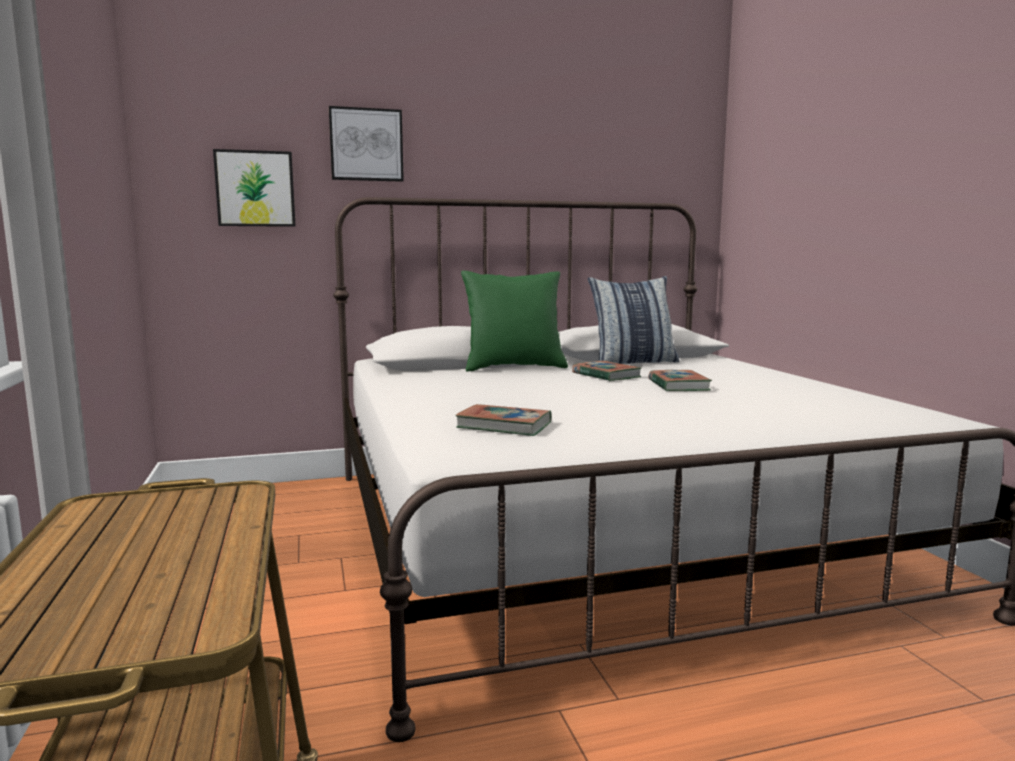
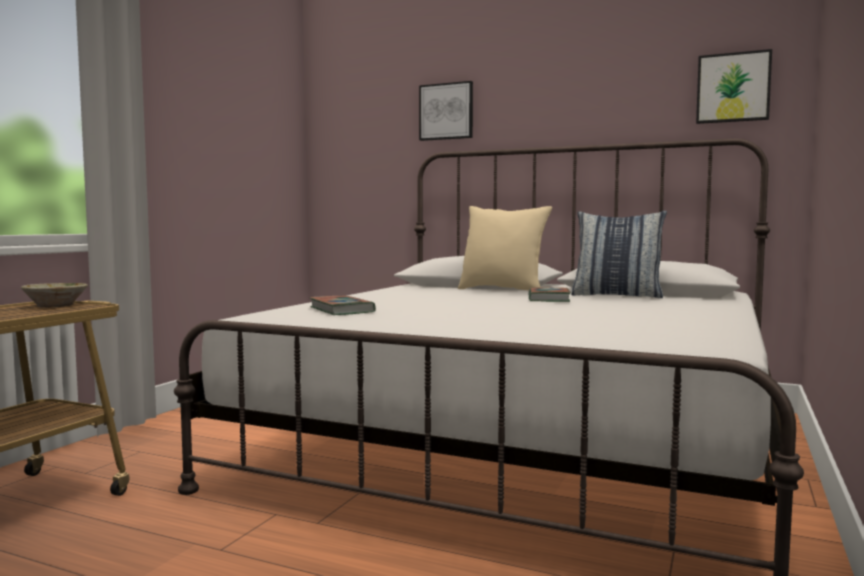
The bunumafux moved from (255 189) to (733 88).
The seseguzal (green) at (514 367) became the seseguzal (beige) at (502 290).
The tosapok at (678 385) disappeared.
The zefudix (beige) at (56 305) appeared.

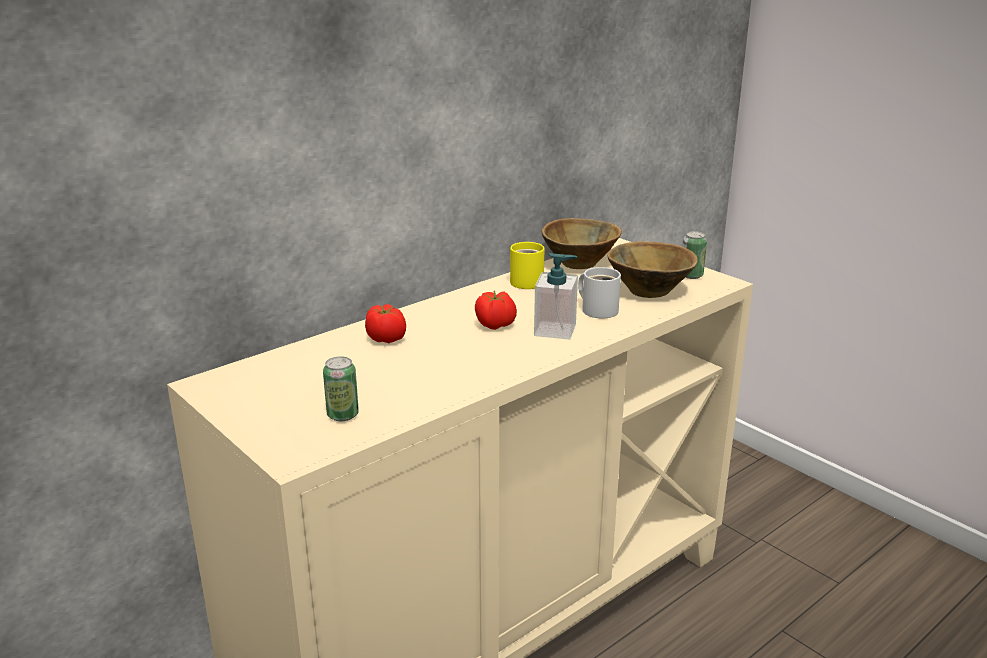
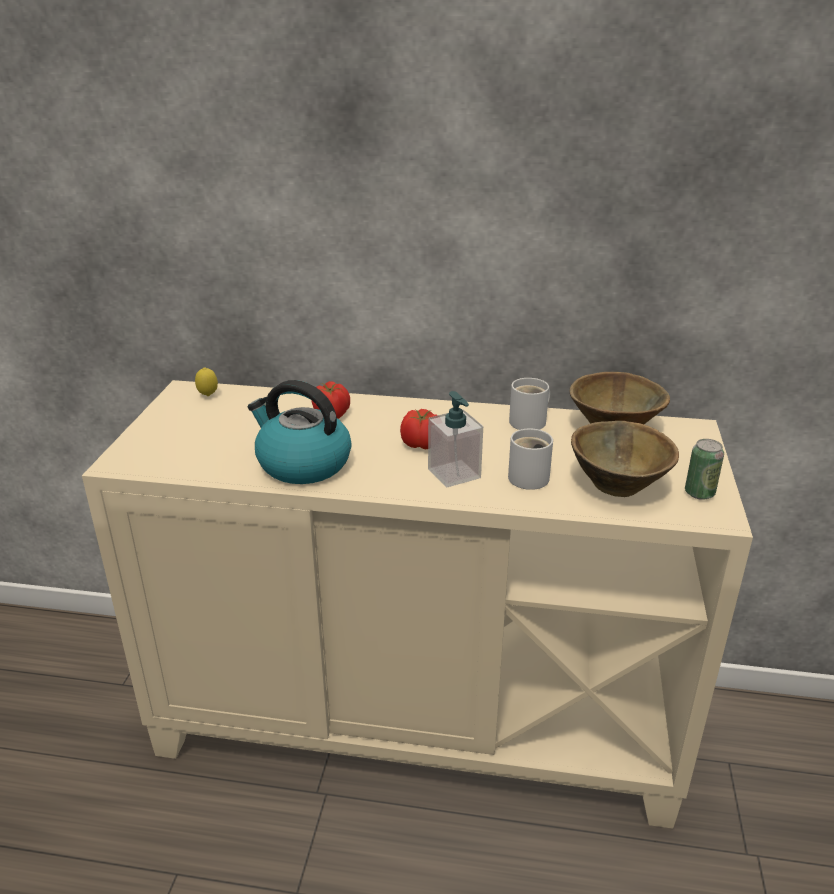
The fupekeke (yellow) at (527 281) became the fupekeke (white) at (531 421).
The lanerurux at (342 415) disappeared.
The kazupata at (208 396) appeared.
The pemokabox at (302 464) appeared.

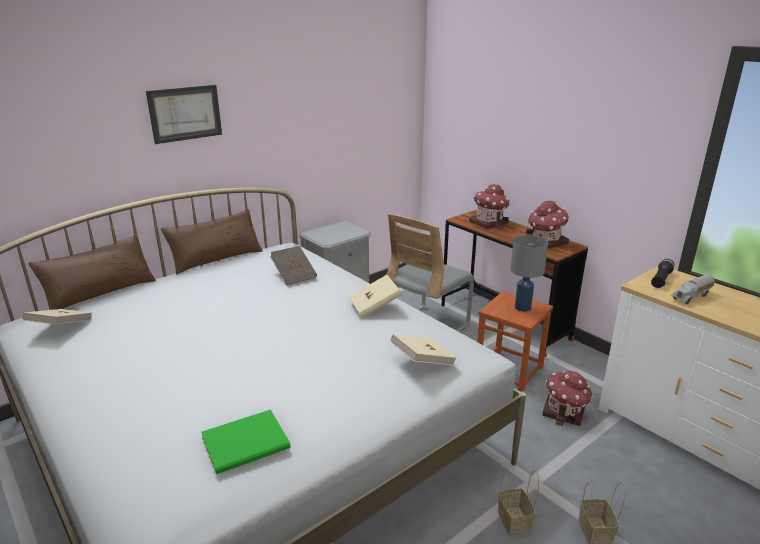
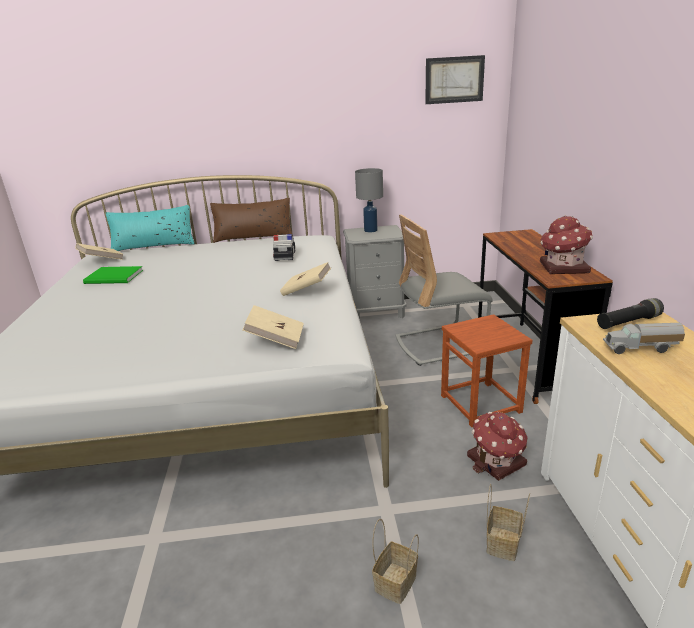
The bunumafux moved from (185 113) to (454 80).
The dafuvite at (489 222) disappeared.
The seseguzal (brown) at (100 293) became the seseguzal (turquoise) at (154 245).
The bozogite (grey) moved from (522 307) to (371 230).
The tosapok (brown) at (294 274) was replaced by the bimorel at (285 256).
The tosapok (green) moved from (248 443) to (115 277).
The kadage moved from (515 521) to (503 544).

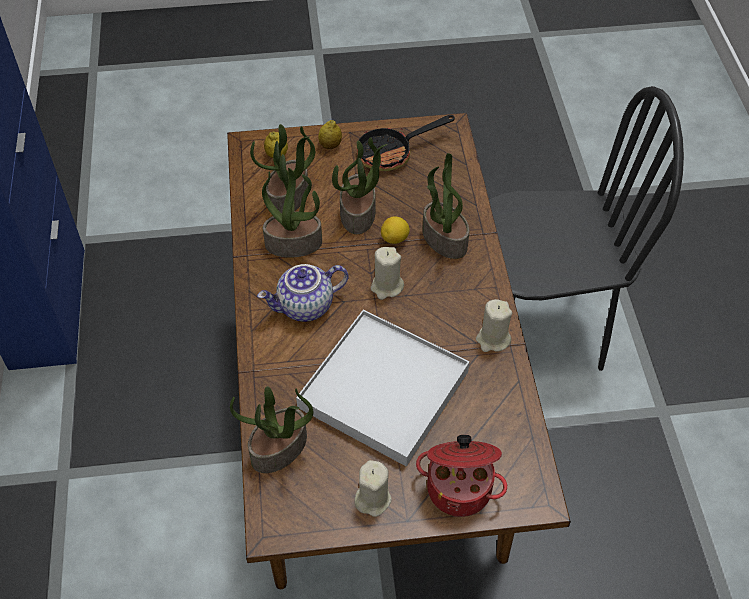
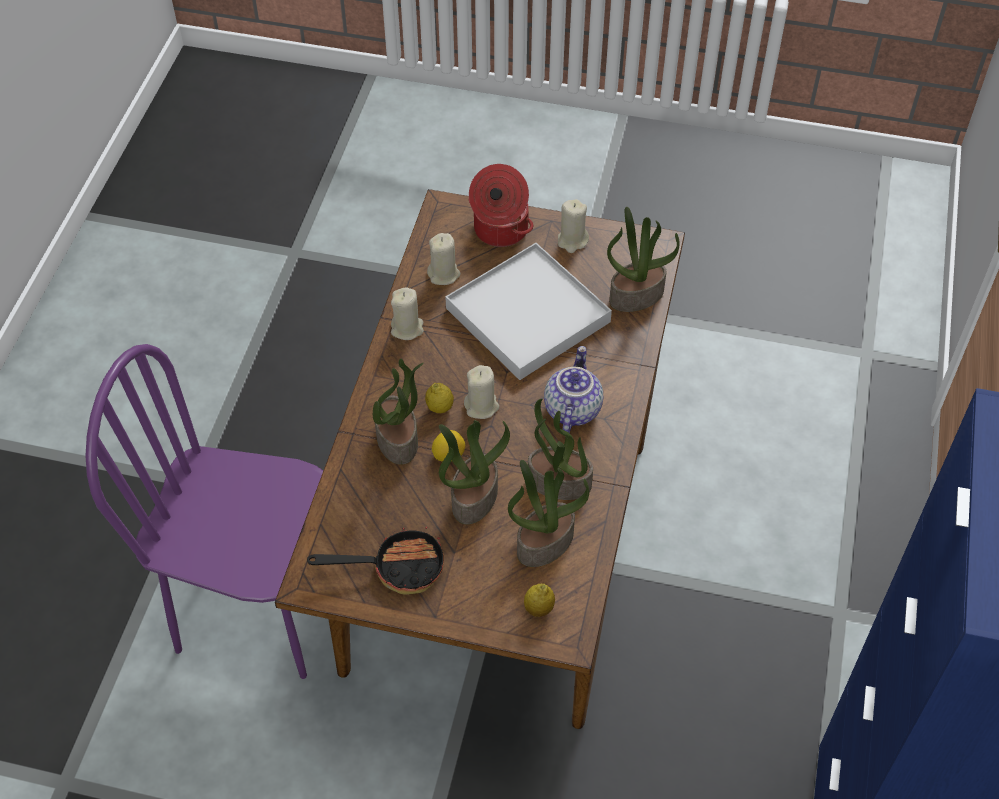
The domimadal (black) at (538 330) became the domimadal (purple) at (261 610).
The kazupata moved from (330 145) to (440 407).
The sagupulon at (305 307) turned 75 degrees counterclockwise.
The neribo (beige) at (444 274) appeared.

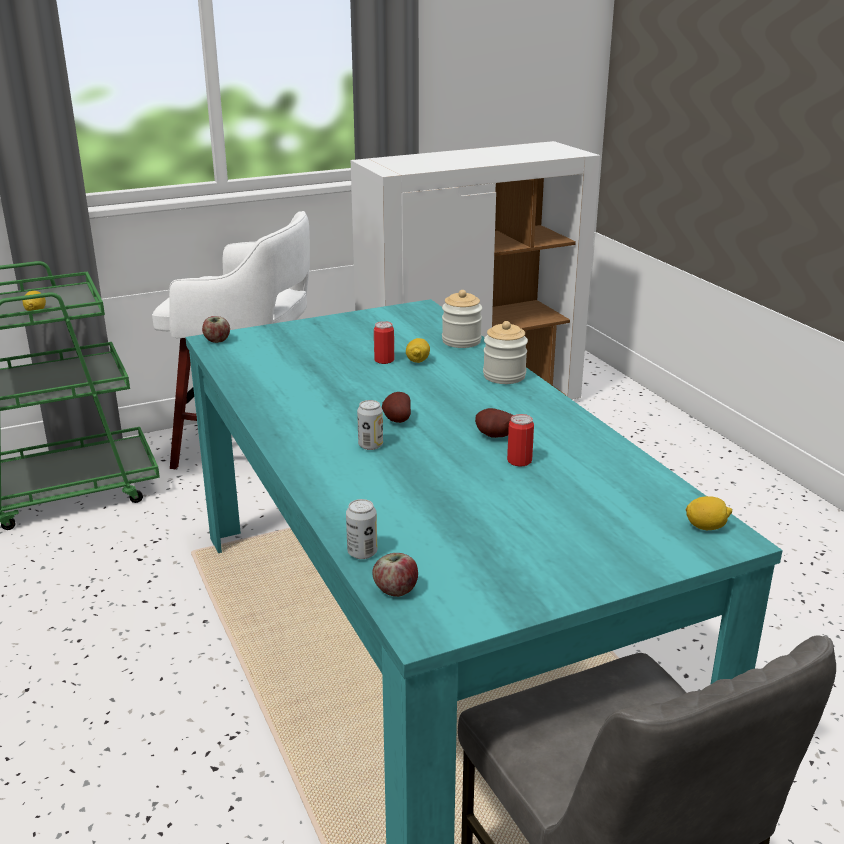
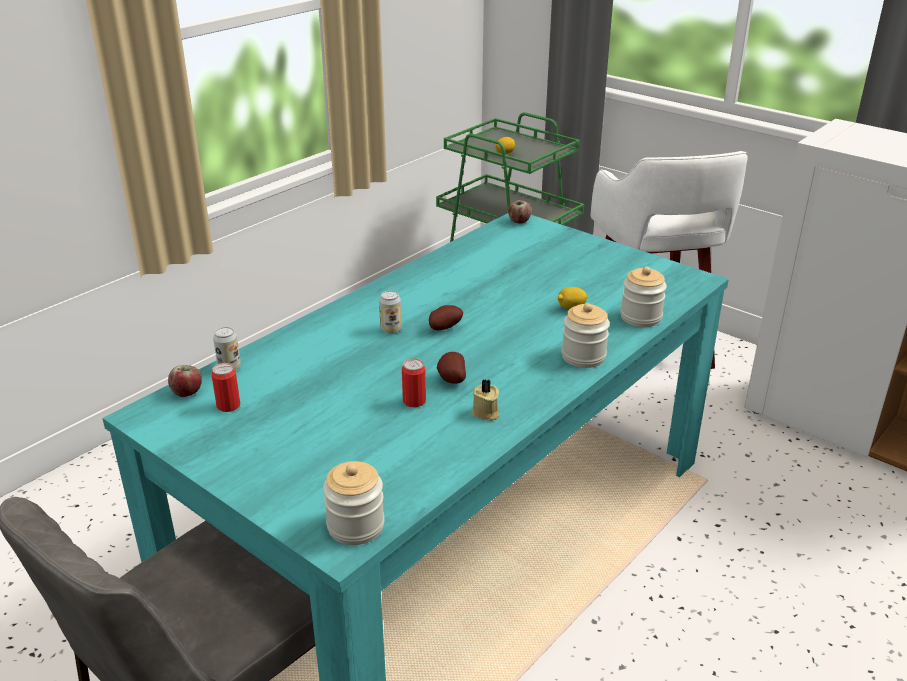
The lanerurux moved from (384 360) to (228 405).
The kazupata at (706 527) was replaced by the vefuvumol at (355 526).
The neribo (beige) at (486 413) appeared.

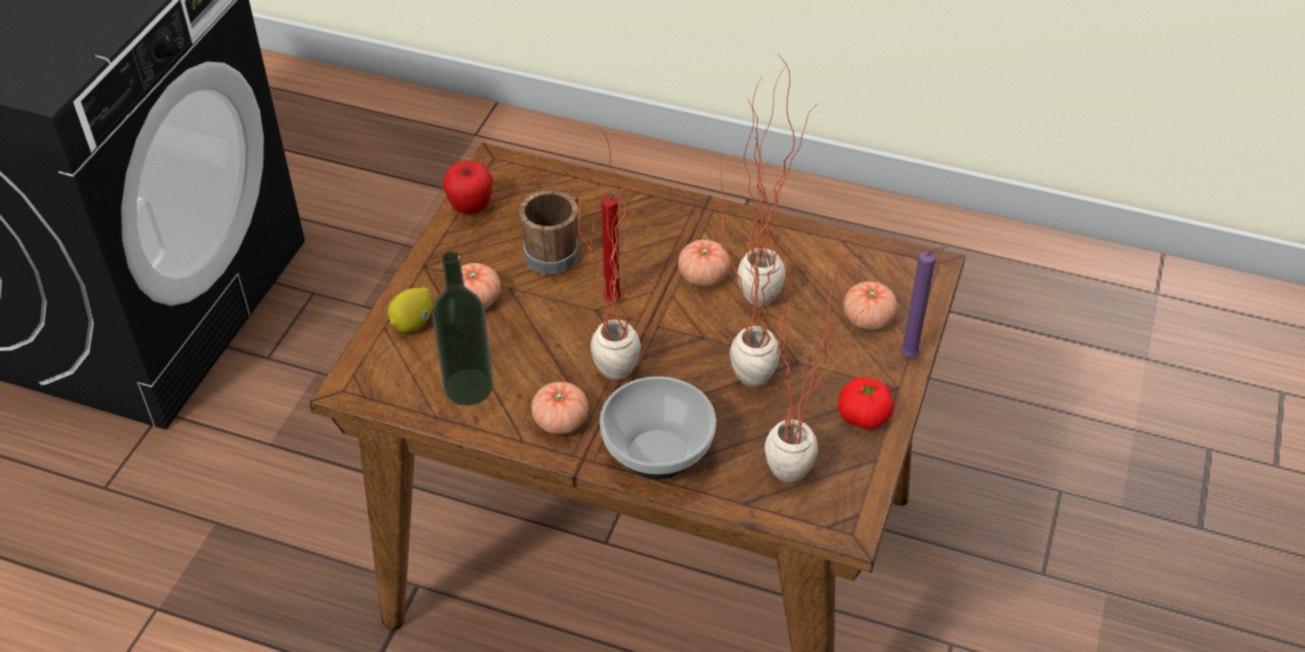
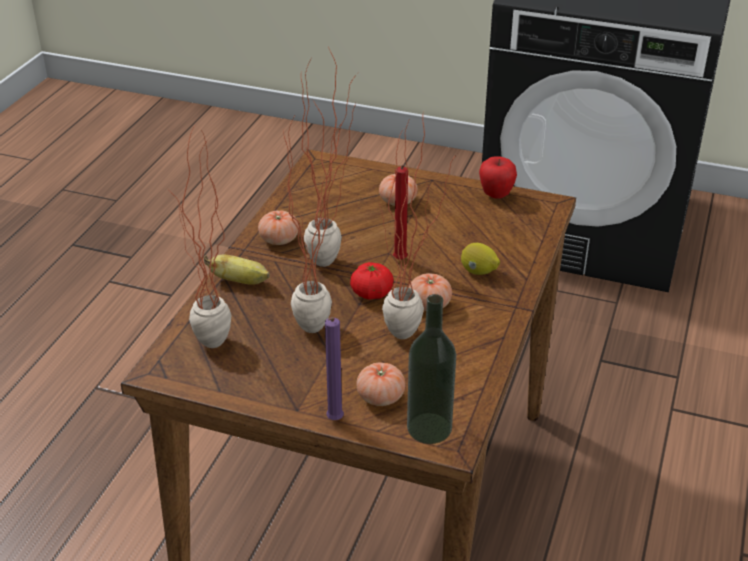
The fupekeke (brown) at (555 252) disappeared.
The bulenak moved from (468 387) to (429 428).
The kazupata moved from (413 323) to (478 272).
The zefudix at (658 456) was replaced by the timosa at (240 281).
The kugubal moved from (863 416) to (371 293).

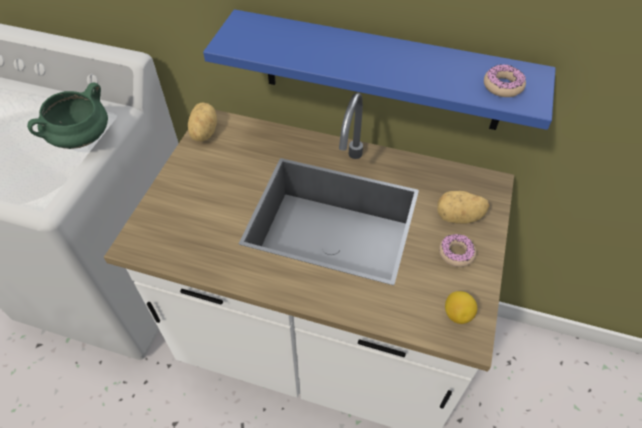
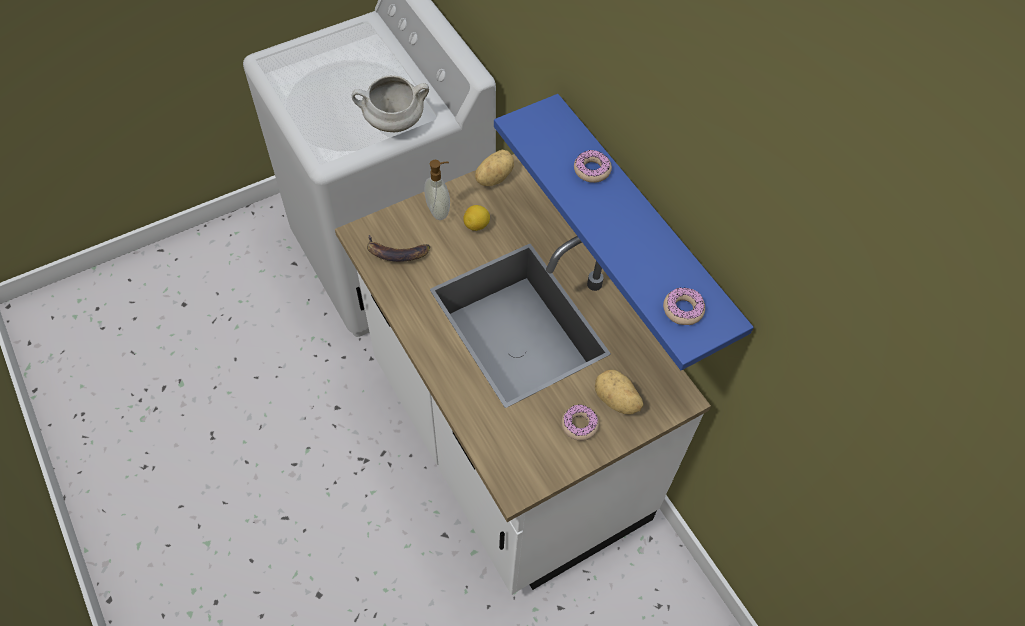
The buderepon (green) at (81 140) became the buderepon (white) at (393 123).
The kazupata moved from (457 314) to (477 225).
The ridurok at (592 170) appeared.
The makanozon at (439 210) appeared.
The timosa at (396 253) appeared.

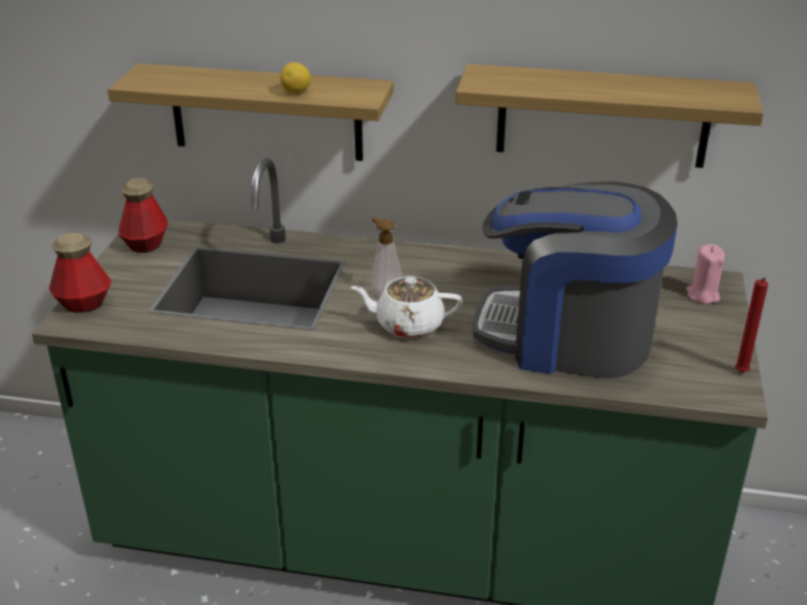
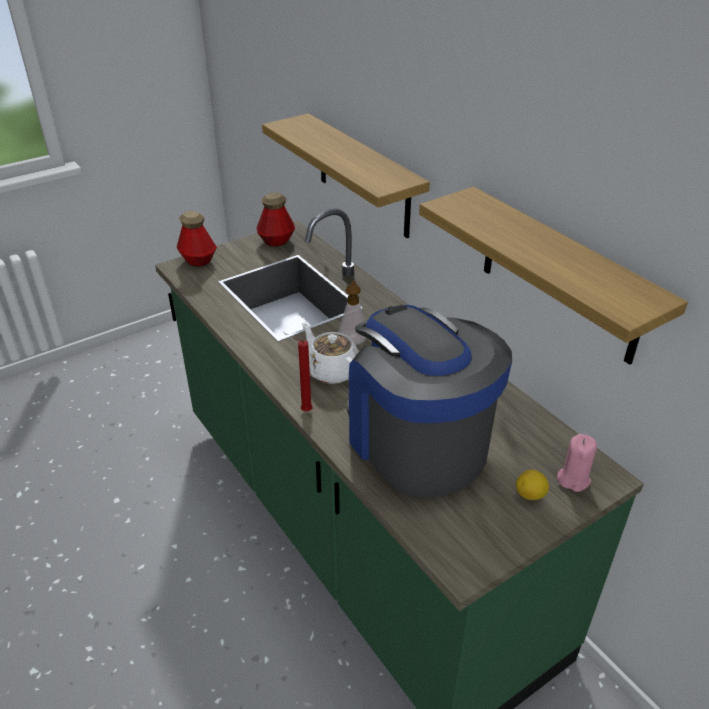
The kazupata moved from (296 92) to (530 495).
The neribo (red) moved from (740 374) to (304 411).

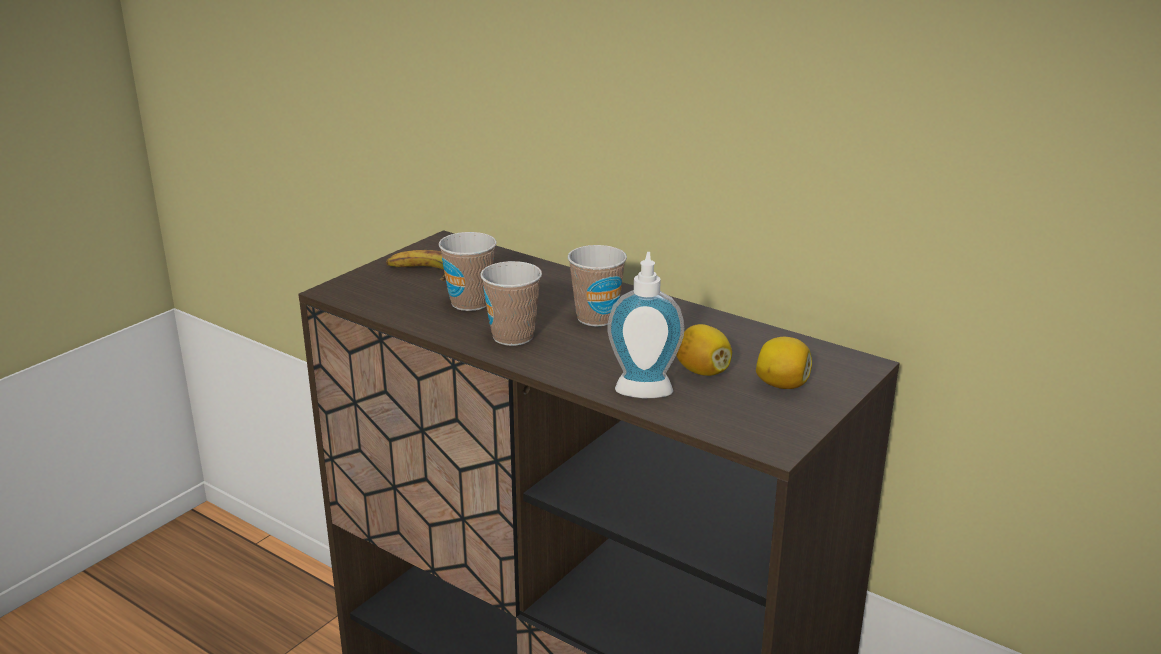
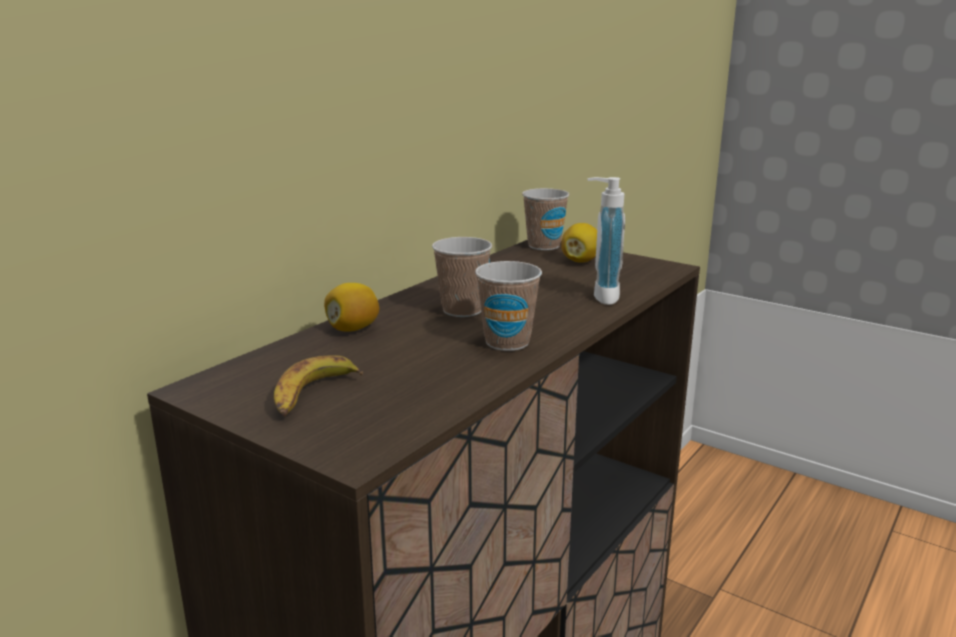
The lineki moved from (470 303) to (544 246).
The kazupata moved from (702 371) to (352 329).

